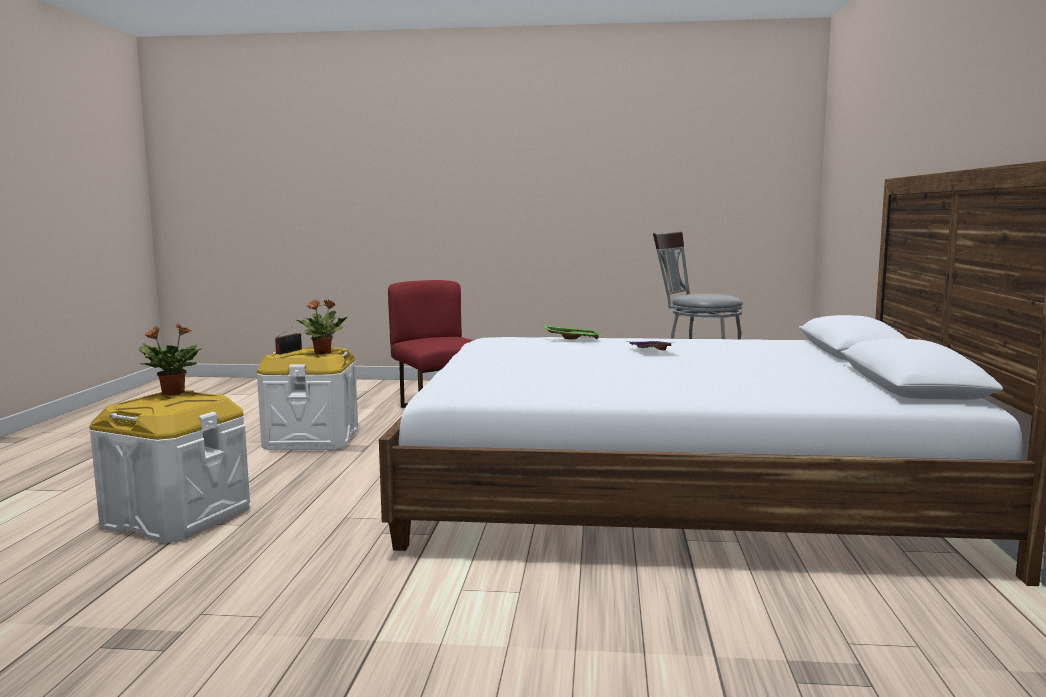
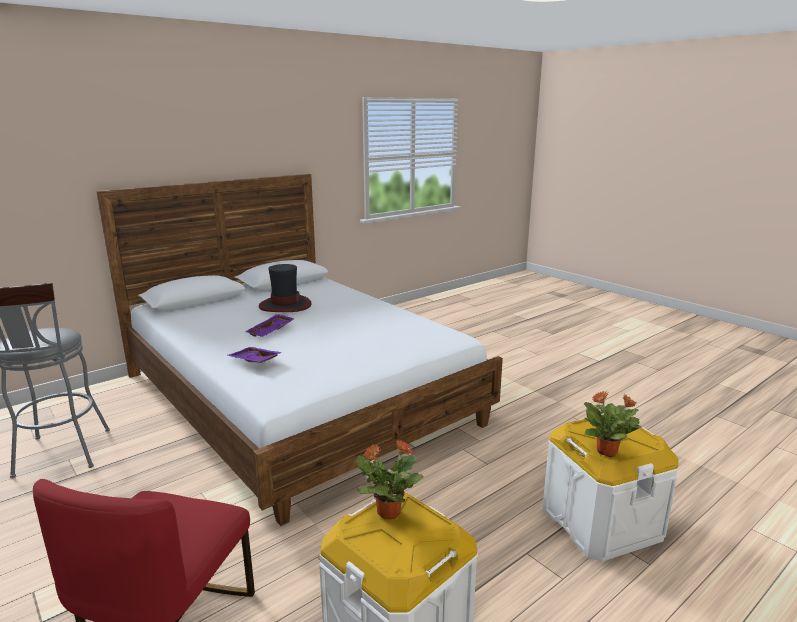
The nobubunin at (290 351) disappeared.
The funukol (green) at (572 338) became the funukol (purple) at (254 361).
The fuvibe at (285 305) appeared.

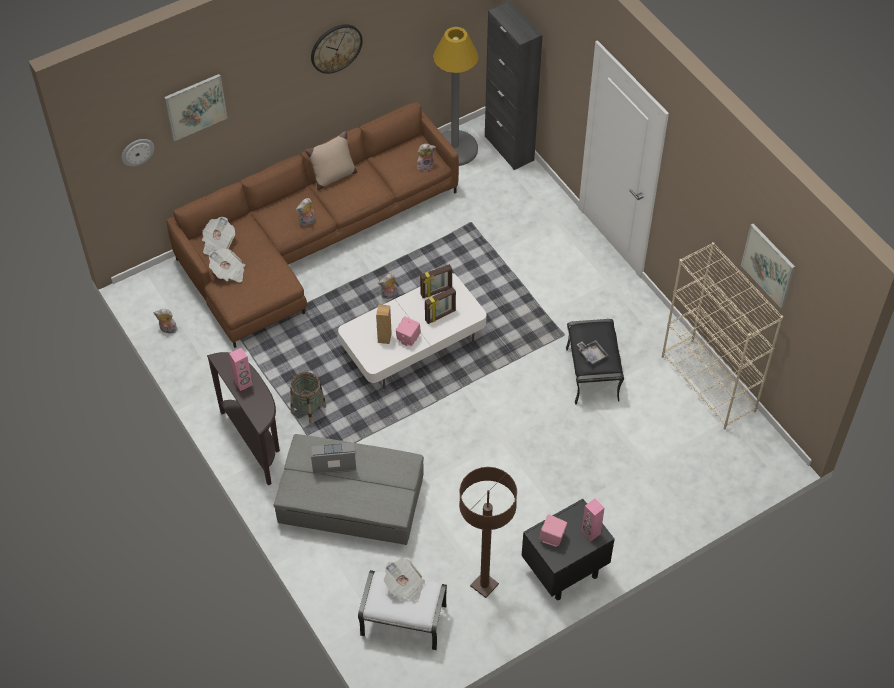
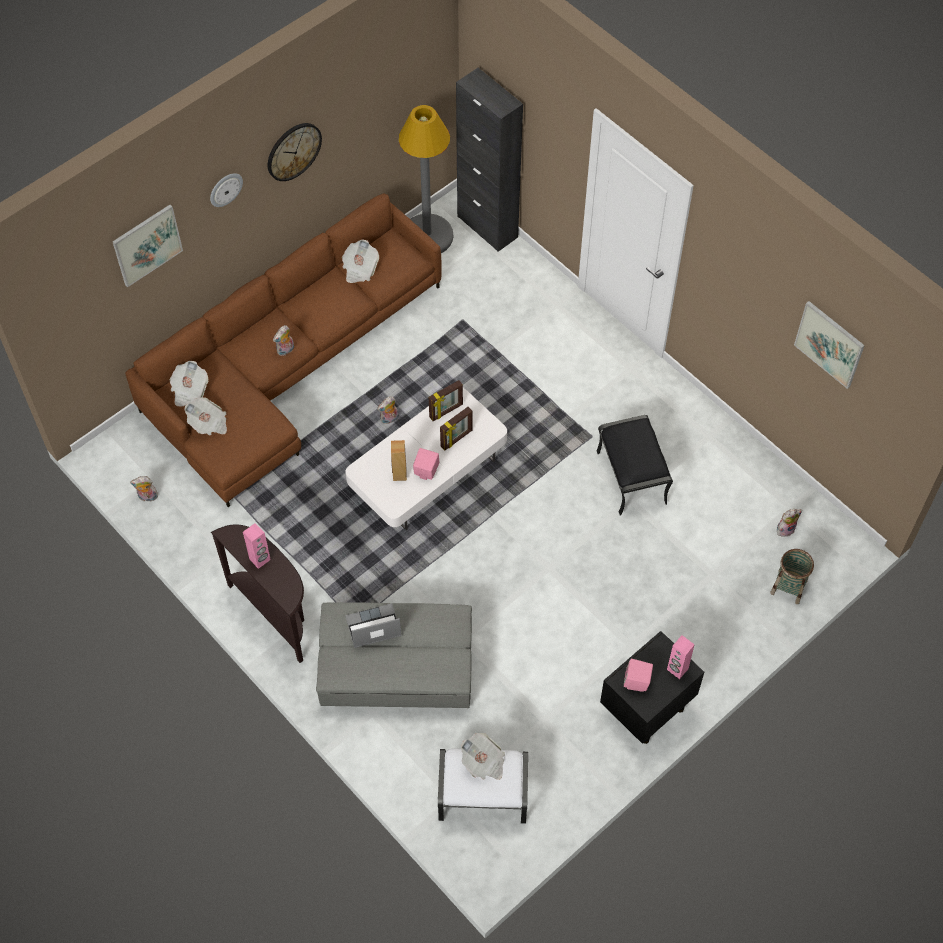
The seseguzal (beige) at (333 177) disappeared.
The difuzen moved from (137 151) to (225 189).
The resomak moved from (425 165) to (785 528).
The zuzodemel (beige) at (709 384) disappeared.
The funukol (grey) at (592 354) disappeared.
The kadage moved from (308 409) to (788 587).
The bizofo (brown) at (484 585) disappeared.
The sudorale at (359 269) appeared.

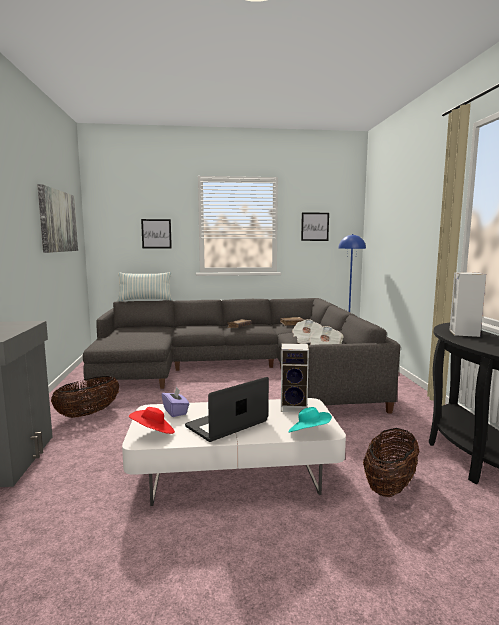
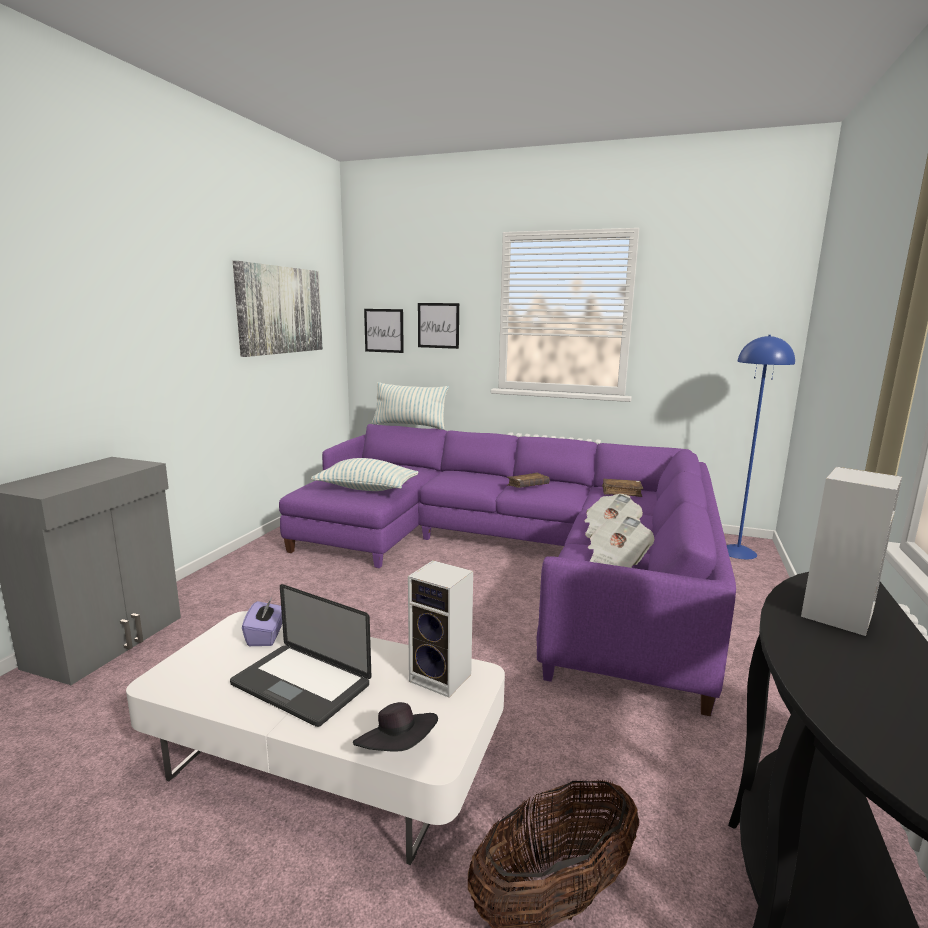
The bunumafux moved from (315 226) to (384 330).
The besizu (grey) at (240 370) became the besizu (purple) at (516 556).
The kadage at (88 414) disappeared.
The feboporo at (227 424) turned 135 degrees counterclockwise.
The fuvibe (red) at (153 433) disappeared.
The fuvibe (turquoise) at (309 433) became the fuvibe (black) at (397 750).
The seseguzal at (366 489) appeared.

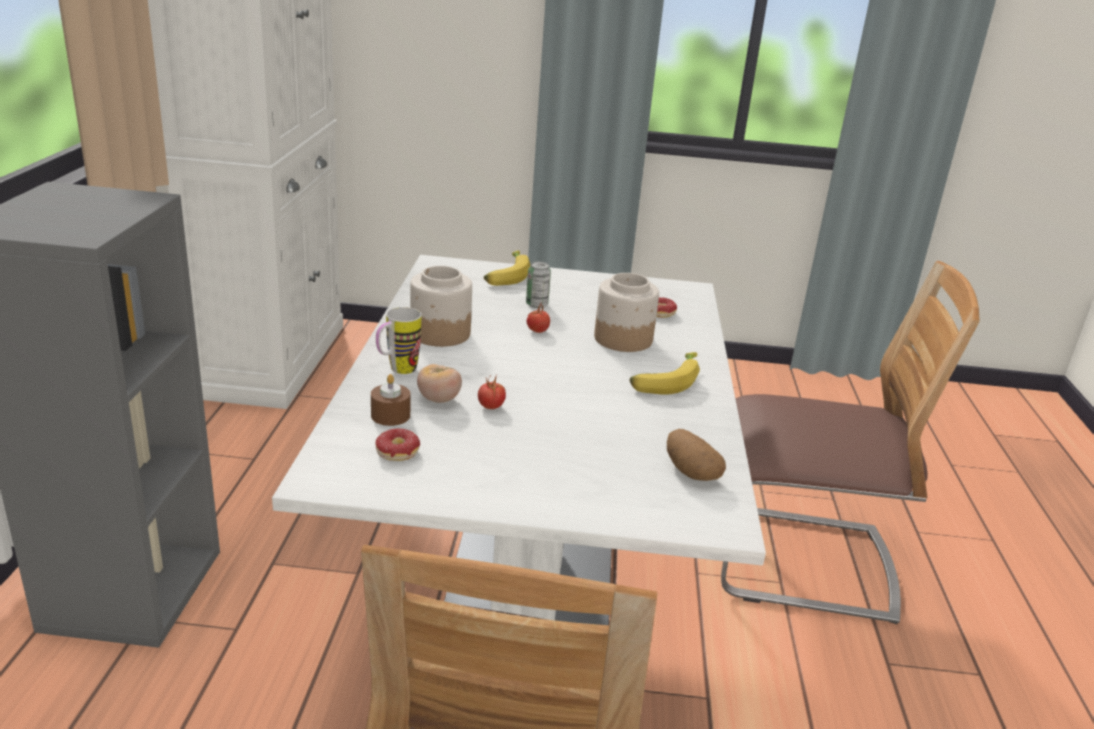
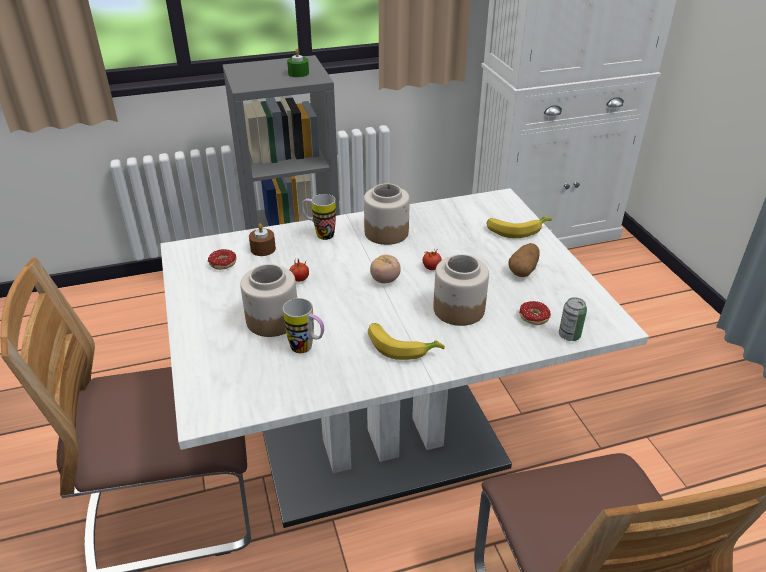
The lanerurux moved from (537 304) to (569 335).
The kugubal moved from (439 399) to (385 280).
The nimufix moved from (689 471) to (523 270).
The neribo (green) at (298 73) appeared.
The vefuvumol at (273 320) appeared.
The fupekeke at (307 349) appeared.

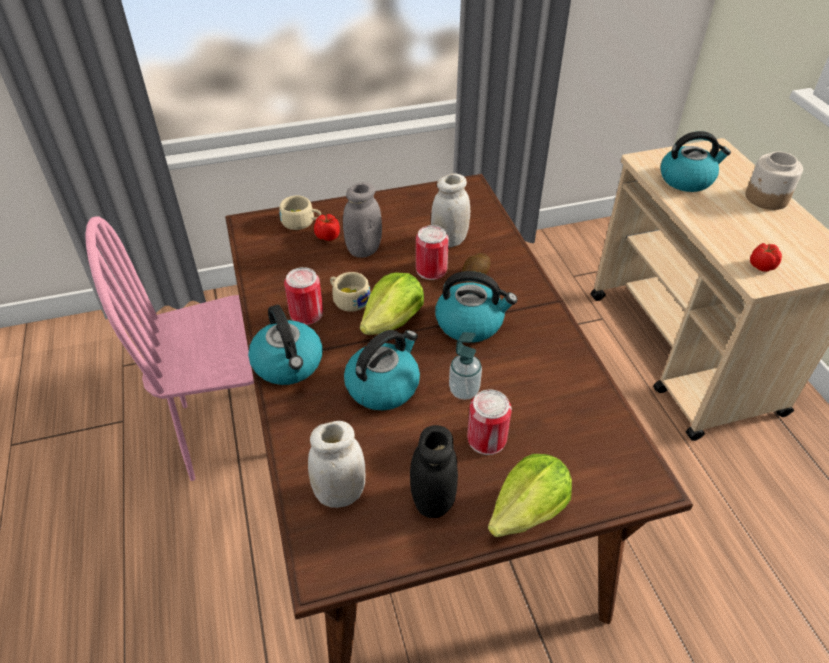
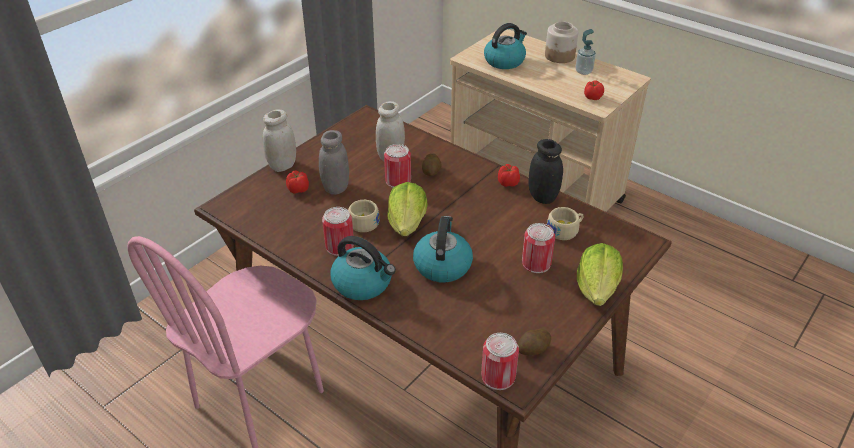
The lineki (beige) moved from (301 222) to (565 230).
The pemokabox at (470 323) disappeared.
The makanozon moved from (464 390) to (583 71).
The vefuvumol (white) moved from (340 494) to (282 165).
The vefuvumol (black) moved from (433 501) to (542 197).
The kugubal at (508 182) appeared.
The nimufix at (533 350) appeared.
The lanerurux at (498 376) appeared.

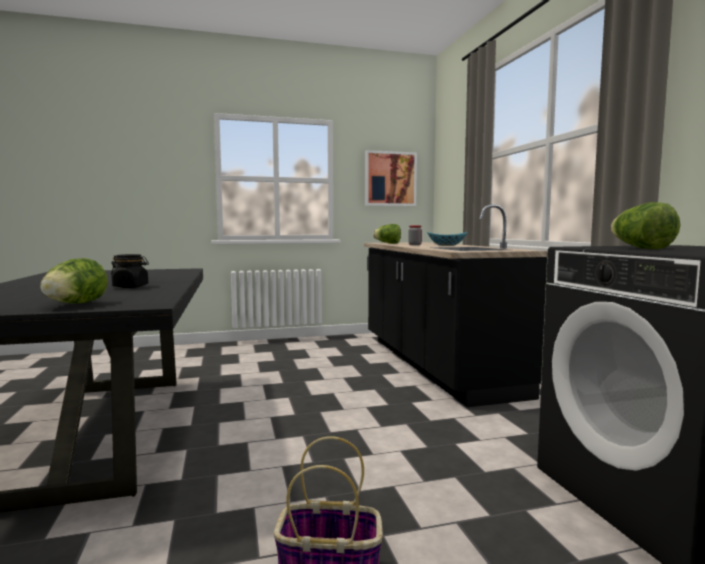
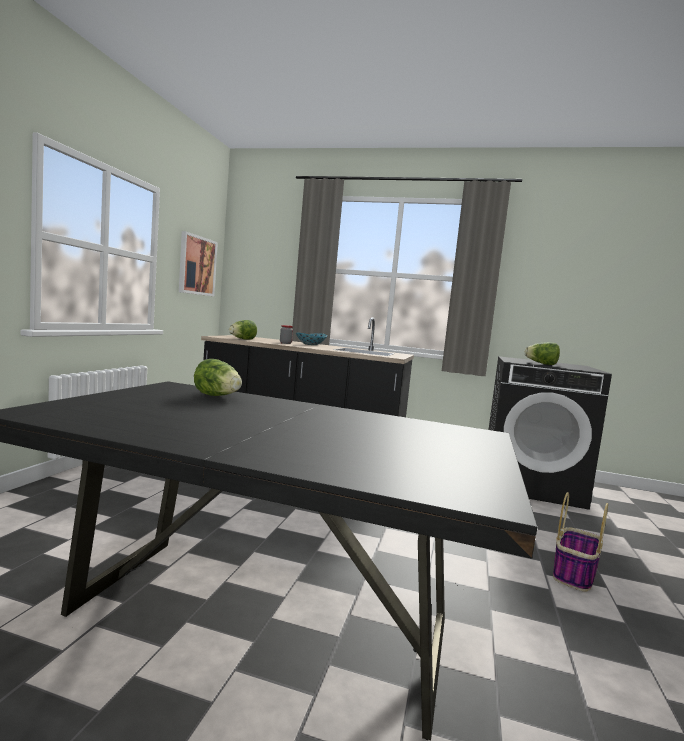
The vefuvumol (black) at (131 286) disappeared.
The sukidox moved from (75 304) to (218 396).

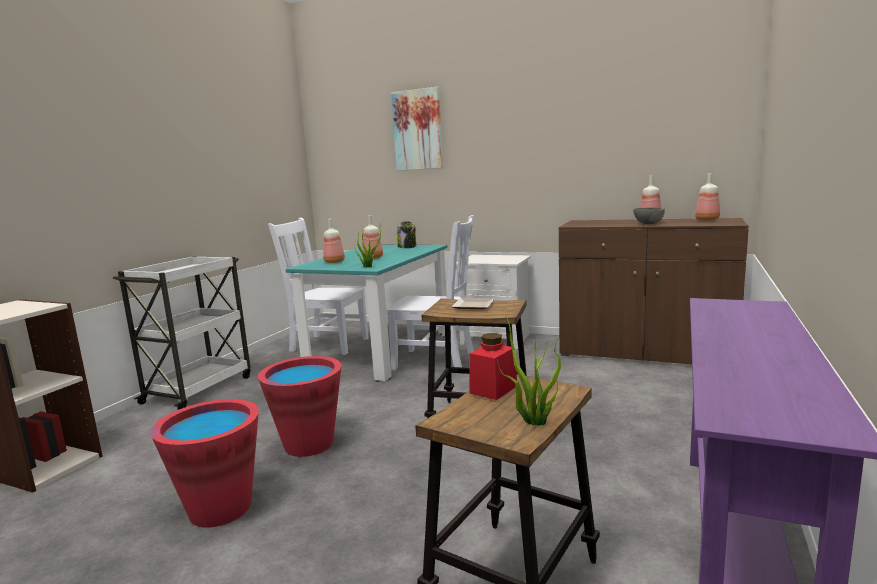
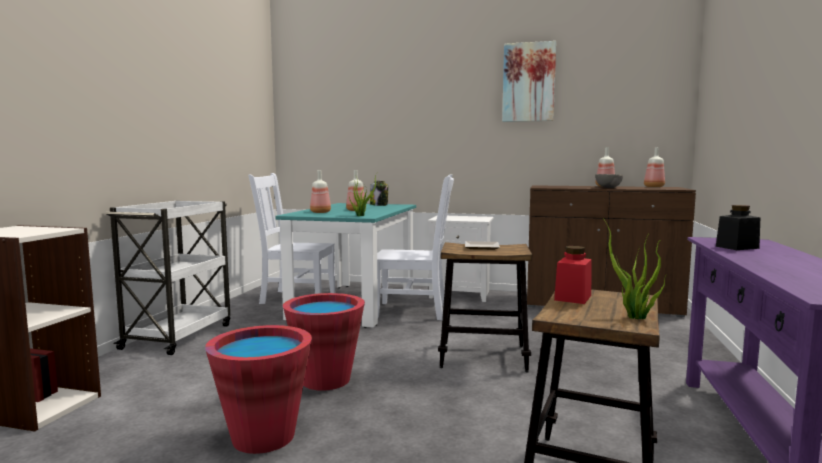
The bunumafux moved from (418 130) to (528 82).
The vefuvumol (black) at (737 247) appeared.

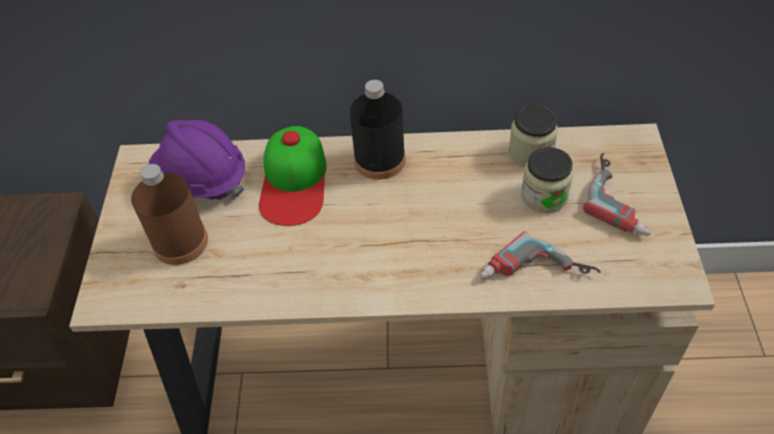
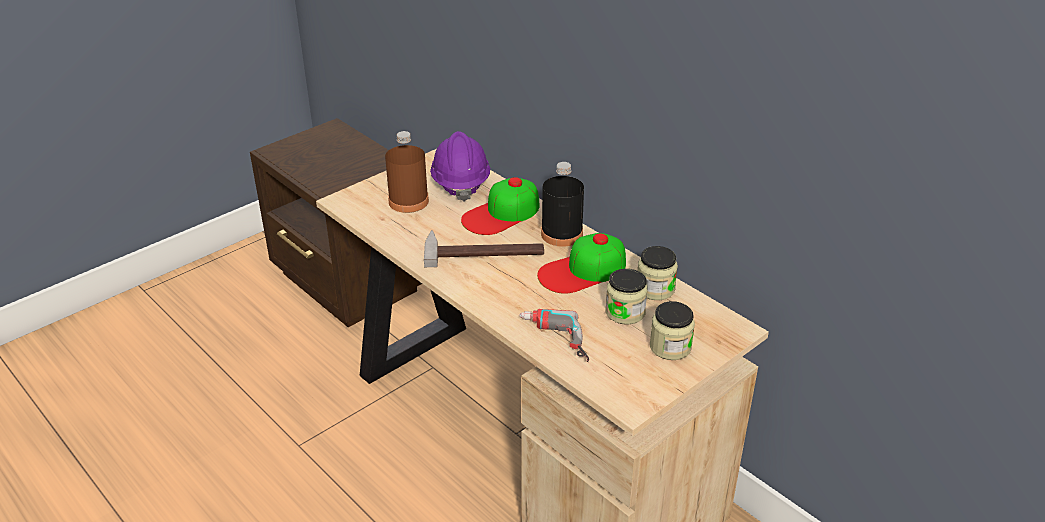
The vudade at (622 199) was replaced by the vefuvumol at (670 347).
The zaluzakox at (484 250) appeared.
The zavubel at (582 271) appeared.

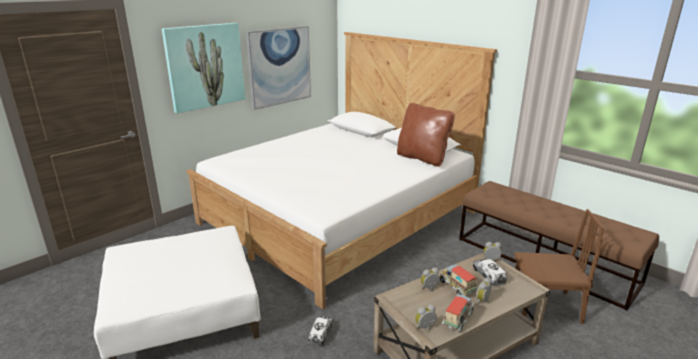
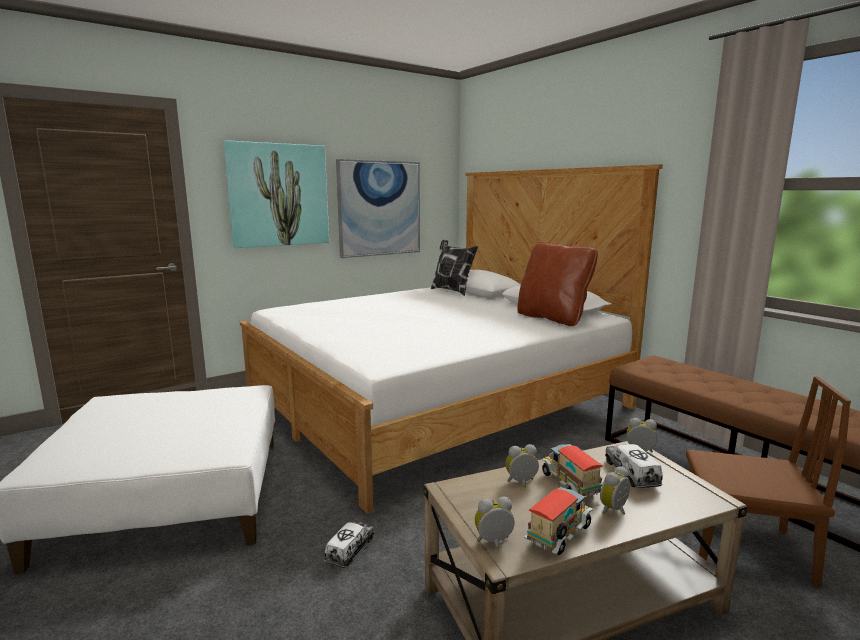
The seseguzal at (452 291) appeared.

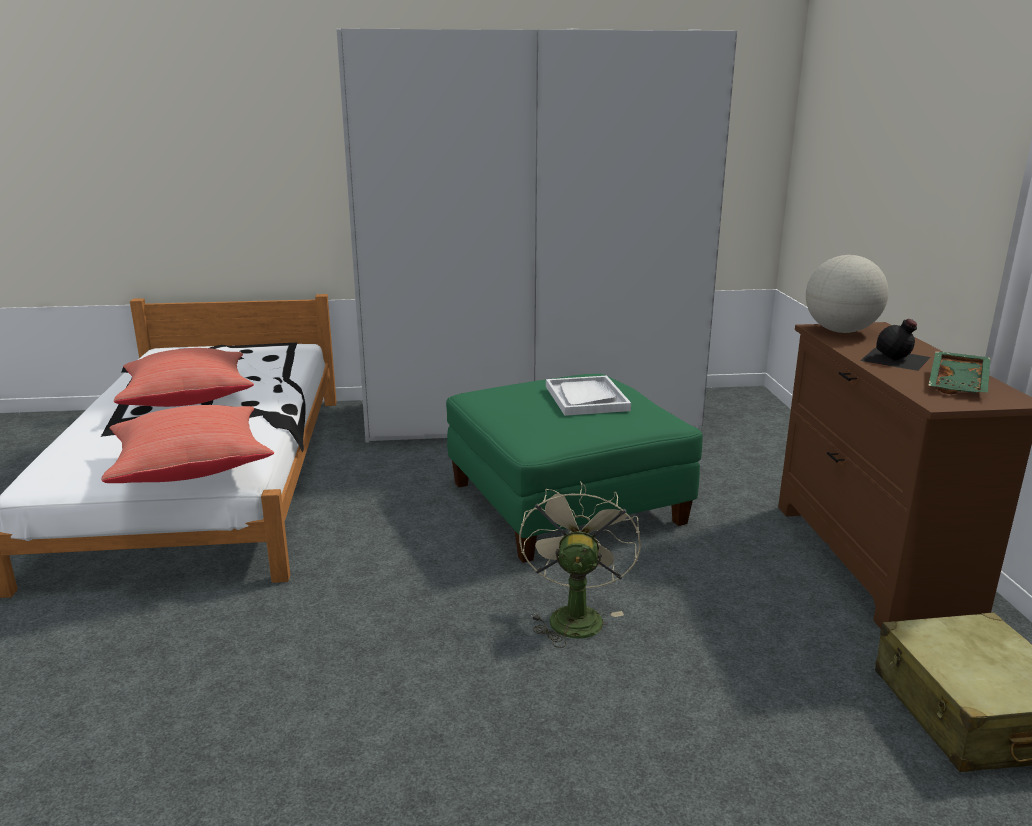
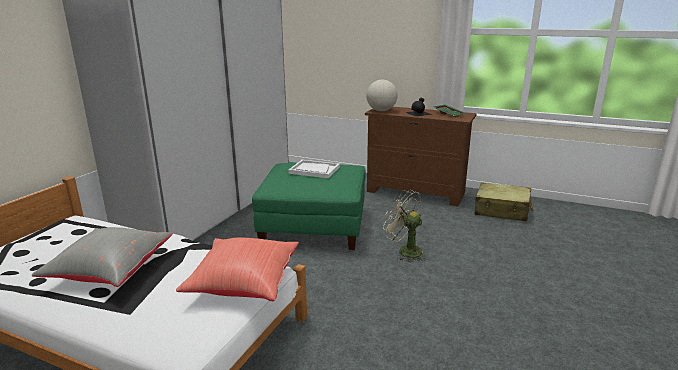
The seseguzal (red) at (188 399) became the seseguzal (grey) at (110 271).

